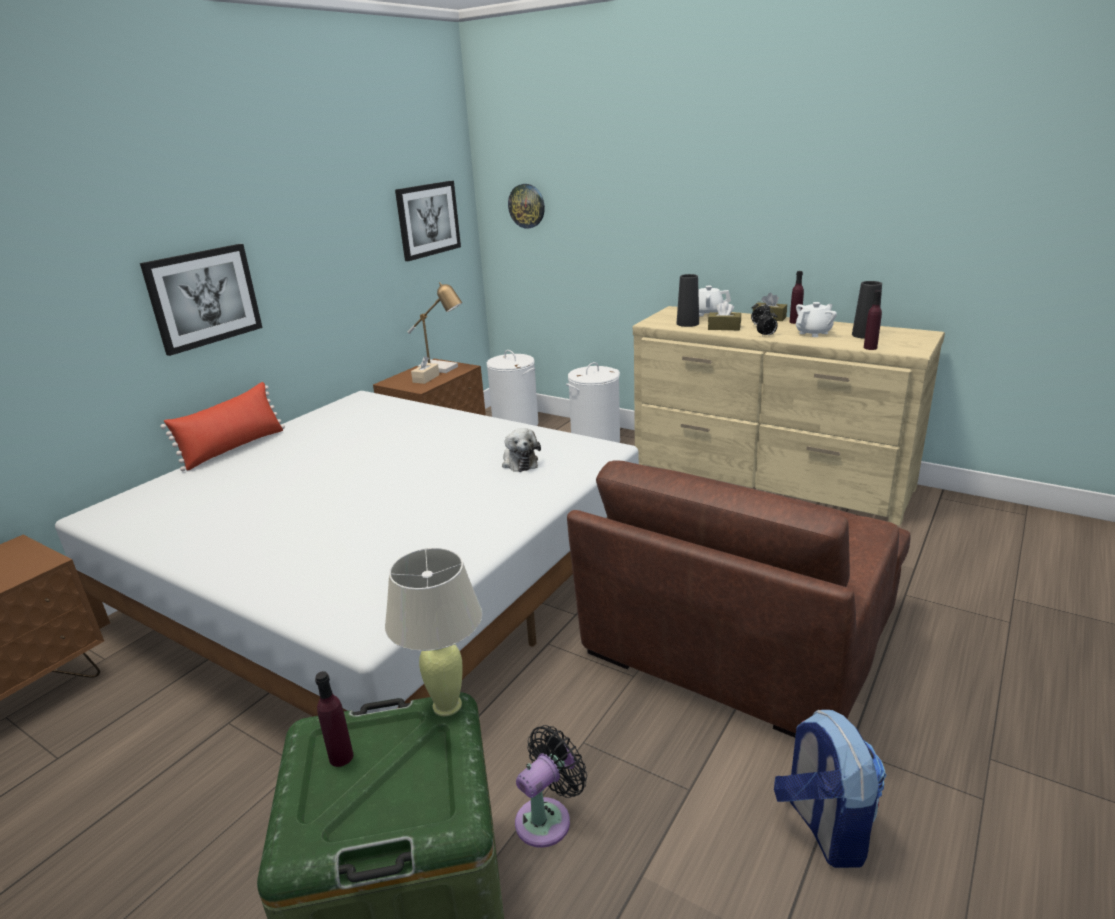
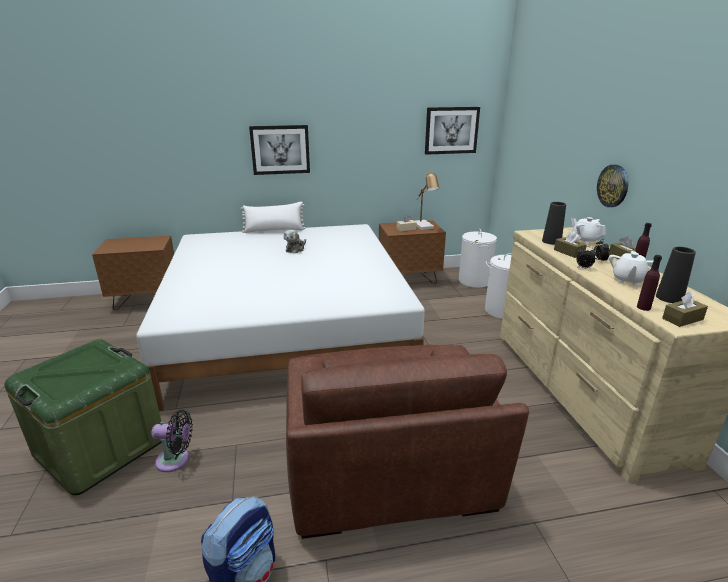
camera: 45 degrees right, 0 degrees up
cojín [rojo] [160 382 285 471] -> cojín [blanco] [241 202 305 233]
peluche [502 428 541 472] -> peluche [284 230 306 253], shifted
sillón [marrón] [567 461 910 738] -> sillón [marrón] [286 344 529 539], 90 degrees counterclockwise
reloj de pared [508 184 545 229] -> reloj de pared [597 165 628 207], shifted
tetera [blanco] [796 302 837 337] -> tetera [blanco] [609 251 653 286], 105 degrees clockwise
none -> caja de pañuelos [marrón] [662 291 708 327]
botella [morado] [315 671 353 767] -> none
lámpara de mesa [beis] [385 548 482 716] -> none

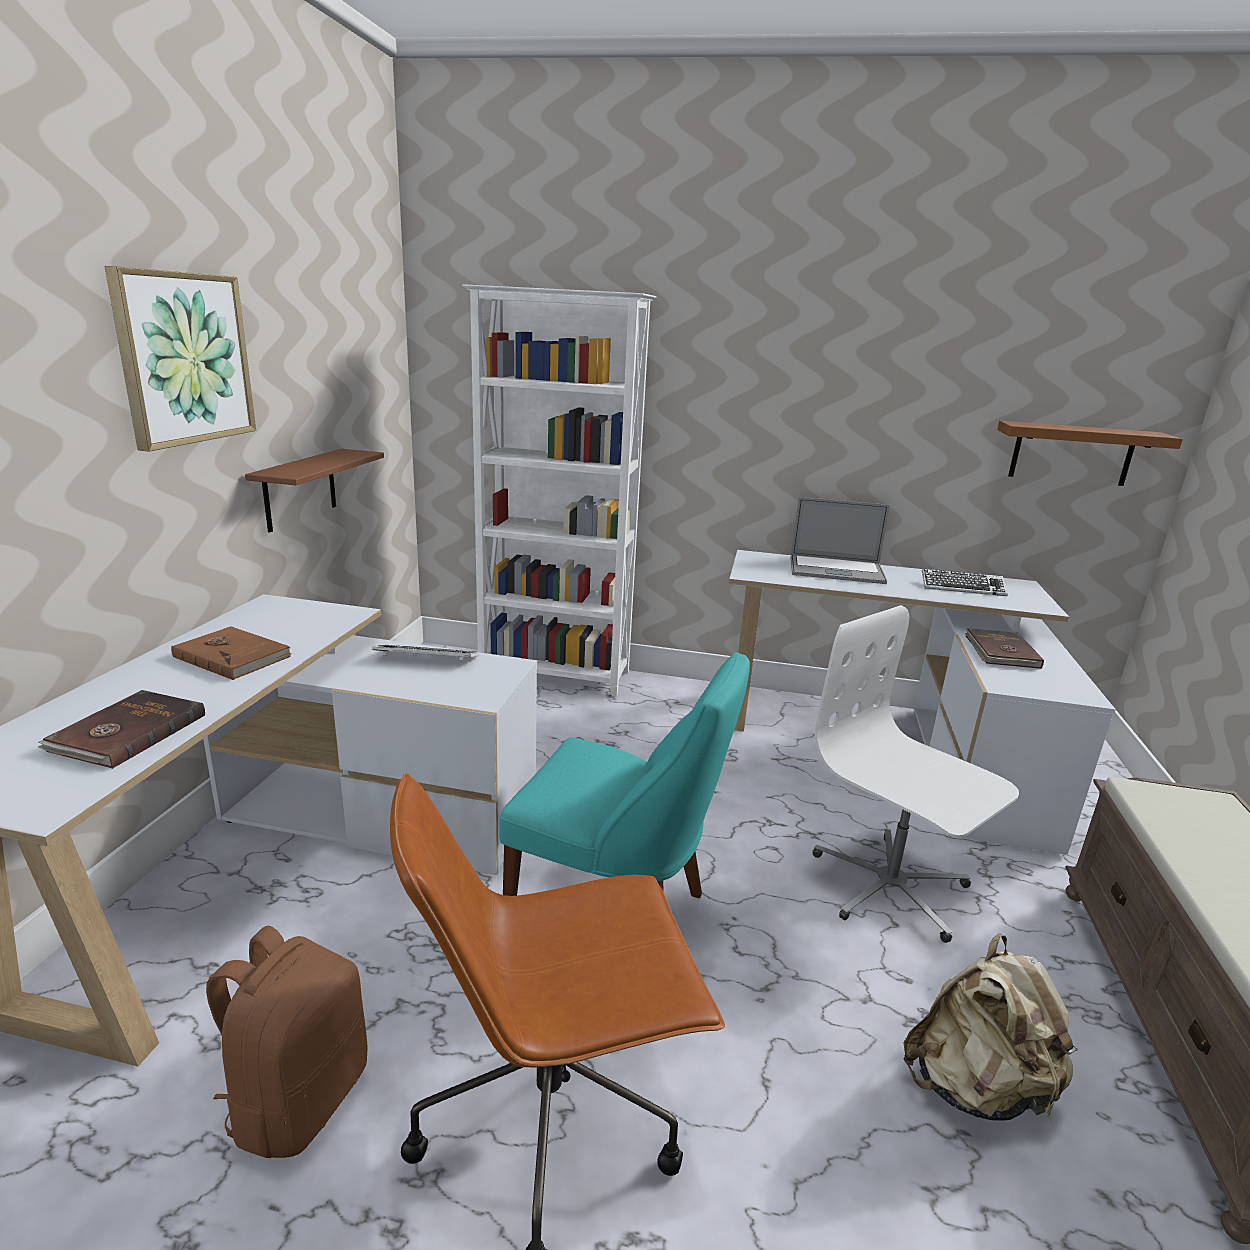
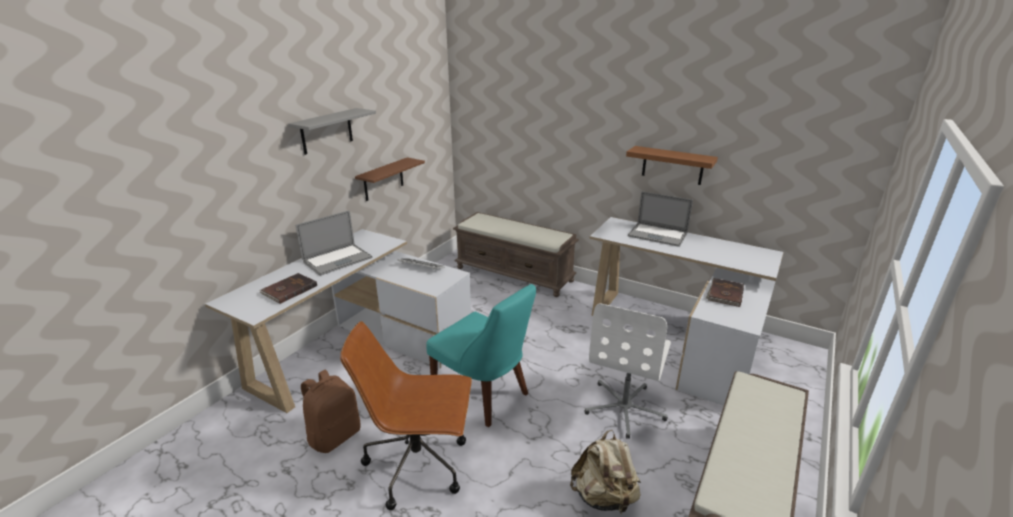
camera: 20 degrees right, 5 degrees up
cuadro [105 266 256 452] -> estante [gris] [288 108 376 155]
libro [marrón] [171 626 292 680] -> portátil [296 211 373 276]
estantería [blanco] [462 284 656 696] -> banco [marrón] [453 212 579 297]
silla de oficina [blanco] [813 605 1019 943] -> silla de oficina [blanco] [584 303 671 439], 135 degrees counterclockwise
estante [marrón] [997 421 1183 486] -> estante [marrón] [626 146 718 185], shifted
teclado [922 569 1008 596] -> none

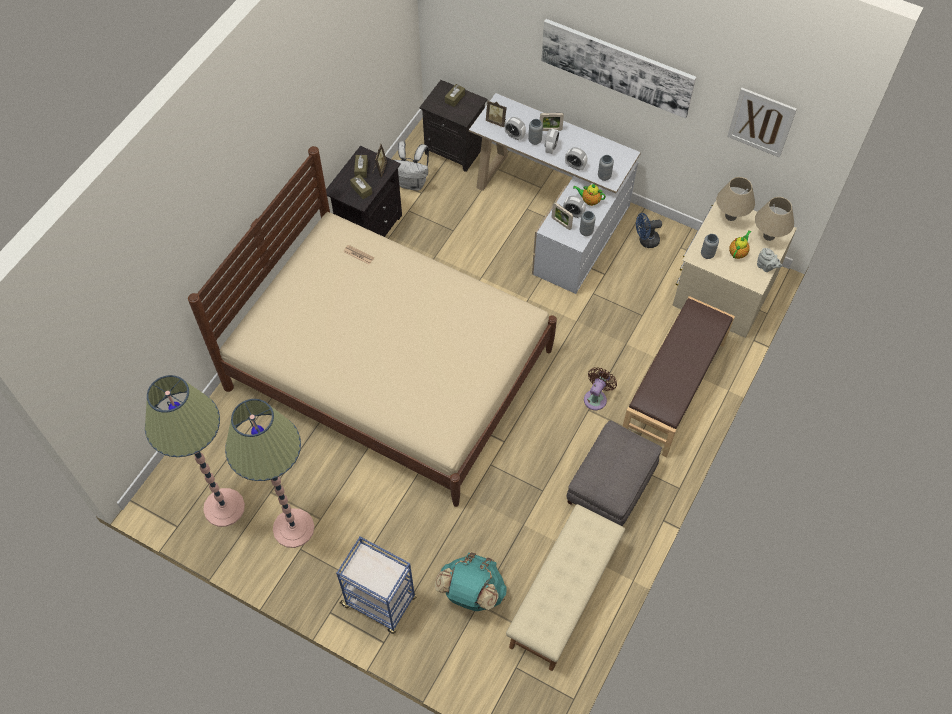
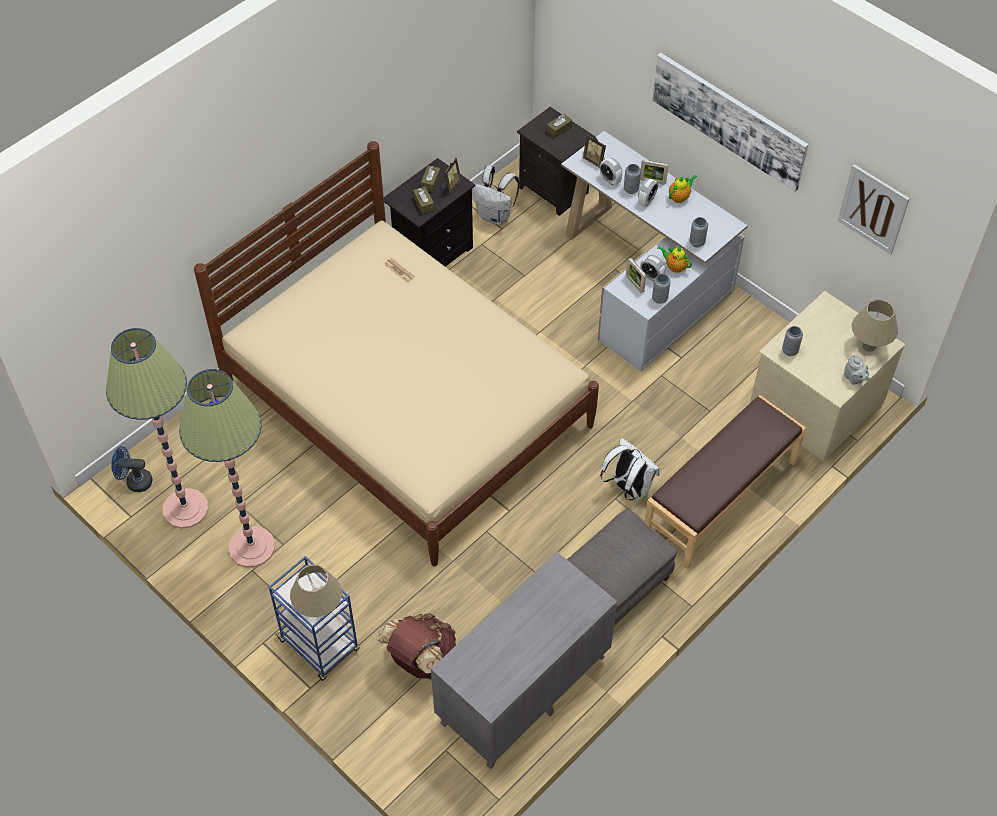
camera: 15 degrees right, 5 degrees down
ventilador [azul] [636 213 662 248] -> ventilador [azul] [111 446 153 492], shifted
lámpara de mesa [beis] [716 177 755 221] -> lámpara de mesa [beis] [290 565 342 617], shifted
mochila [turquesa] [435 553 506 611] -> mochila [marrón] [376 613 456 679]
banco [beis] [506 504 625 671] -> cómoda [gris] [431 552 617 770]
ventilador [marrón] [584 367 617 410] -> mochila [blanco] [600 438 659 500]
tetera [729 230 751 259] -> tetera [669 175 697 203], shifted
despertador [565 147 587 171] -> none

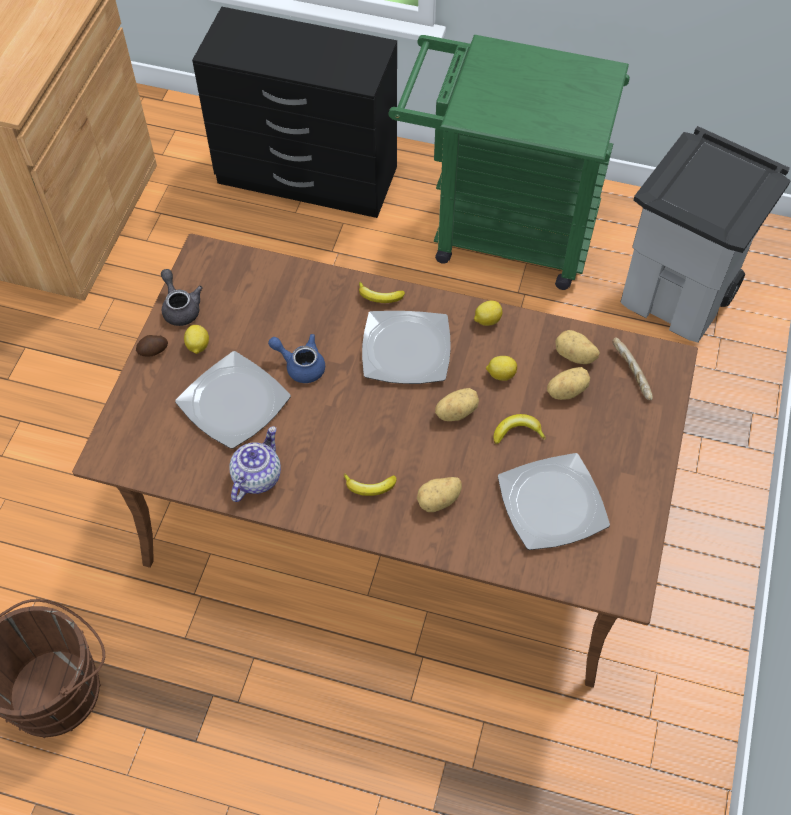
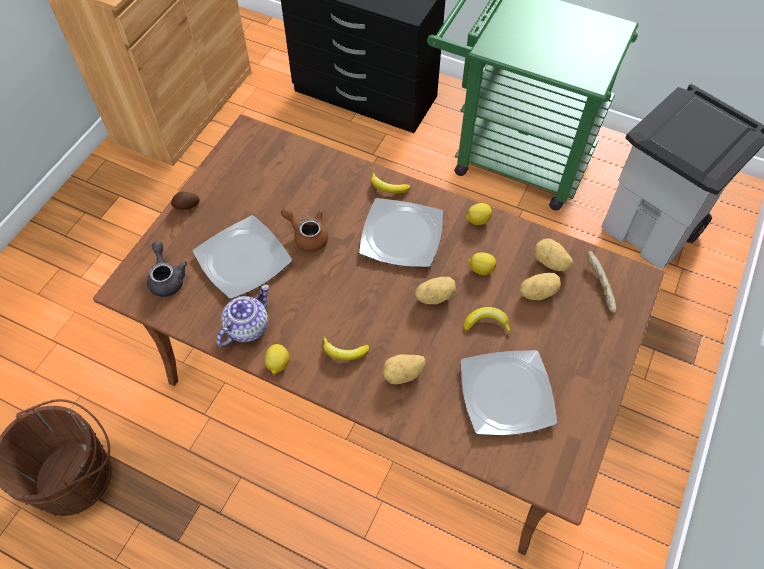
camera: 10 degrees right, 0 degrees up
tetera [gris] [161 269 202 326] -> tetera [gris] [147 241 187 297], shifted
limón [184 325 209 354] -> limón [264 344 289 374], shifted
tetera [azul] [268 334 325 383] -> tetera [marrón] [281 207 328 252]

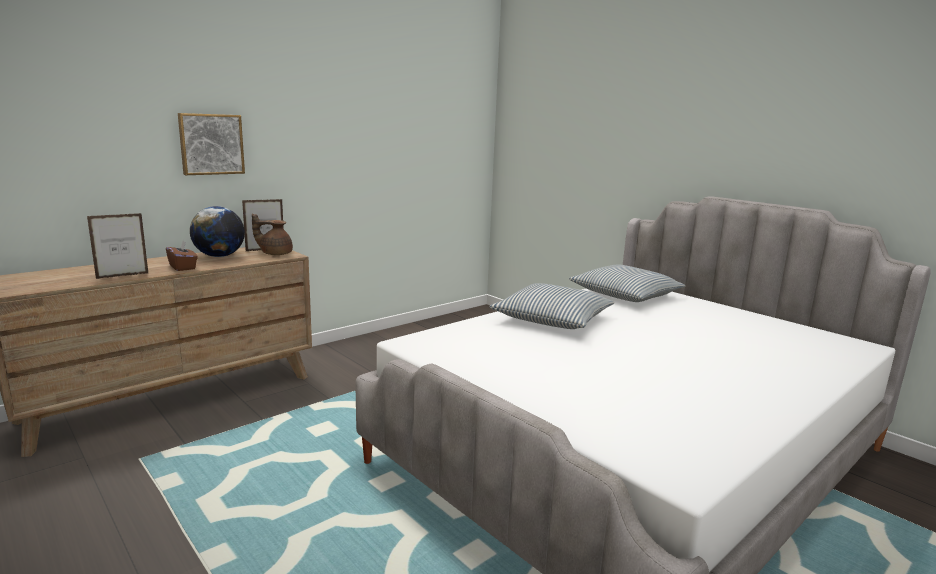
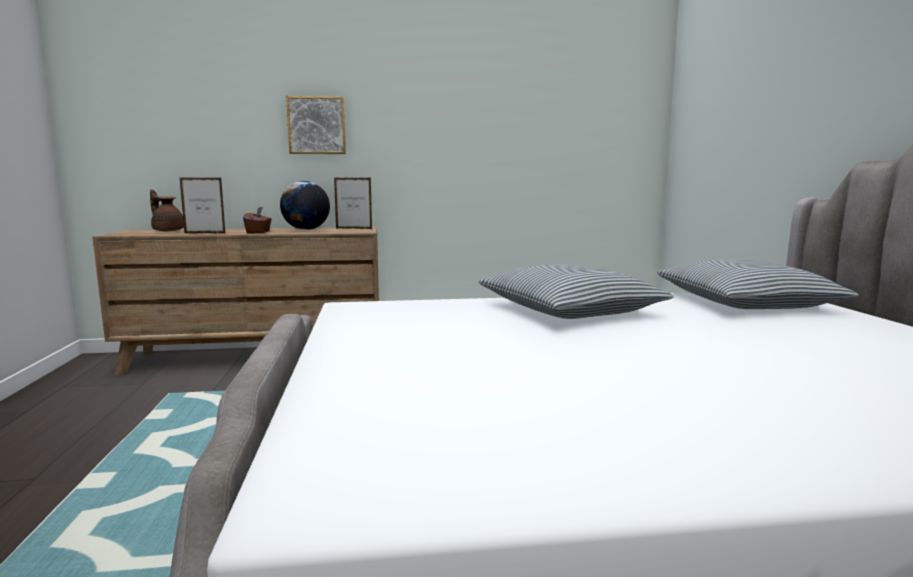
camera: 35 degrees right, 5 degrees down
tetera [marrón] [252 213 293 255] -> tetera [marrón] [150 189 184 231], shifted

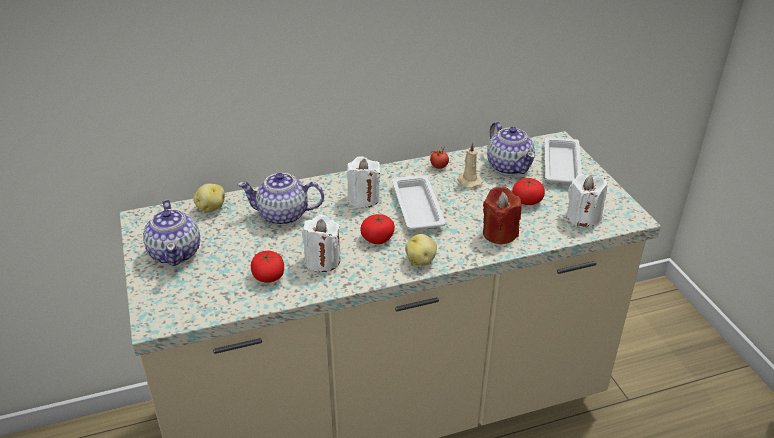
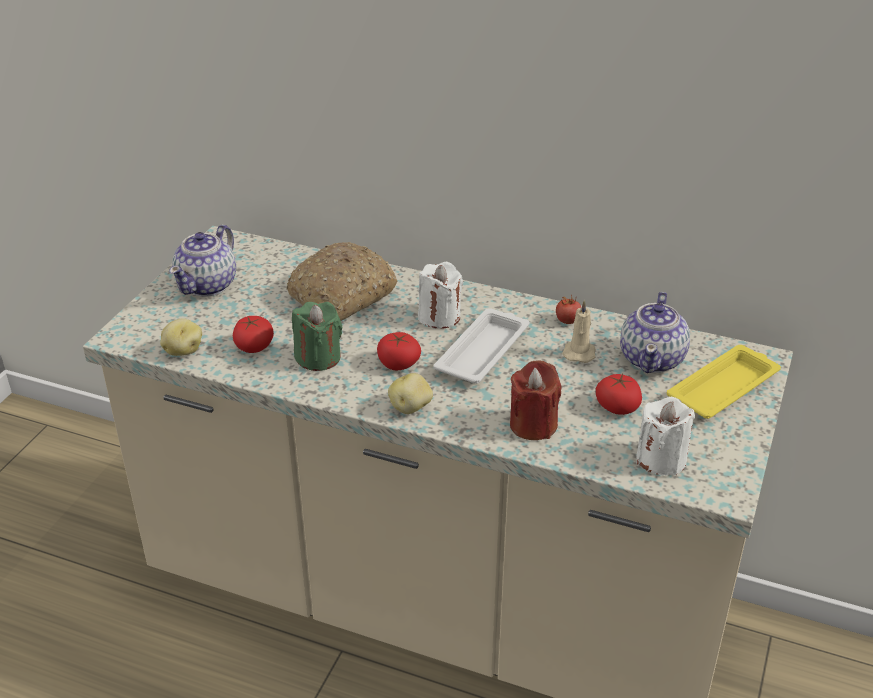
camera: 40 degrees right, 0 degrees up
patata [193 184 225 212] -> patata [160 318 202 356], shifted
tetera [237 173 324 225] -> pan [287 242 397 321]
vela [blanco] [302 215 340 272] -> vela [verde] [292 302 342 371]
bandeja [blanco] [545 137 582 184] -> bandeja [amarillo] [667 345 781 419]

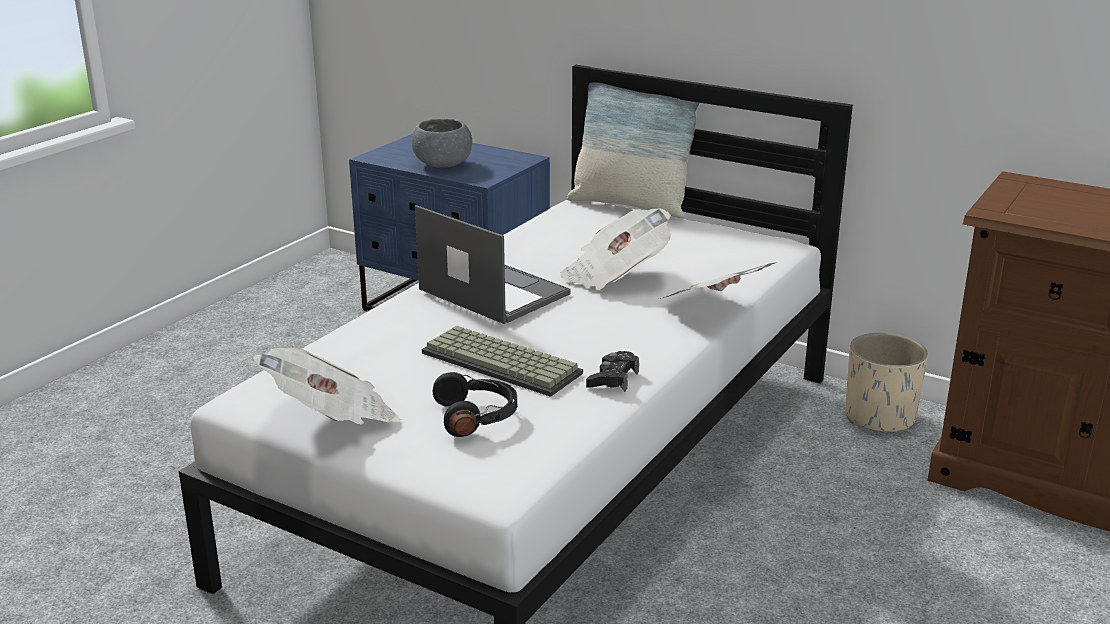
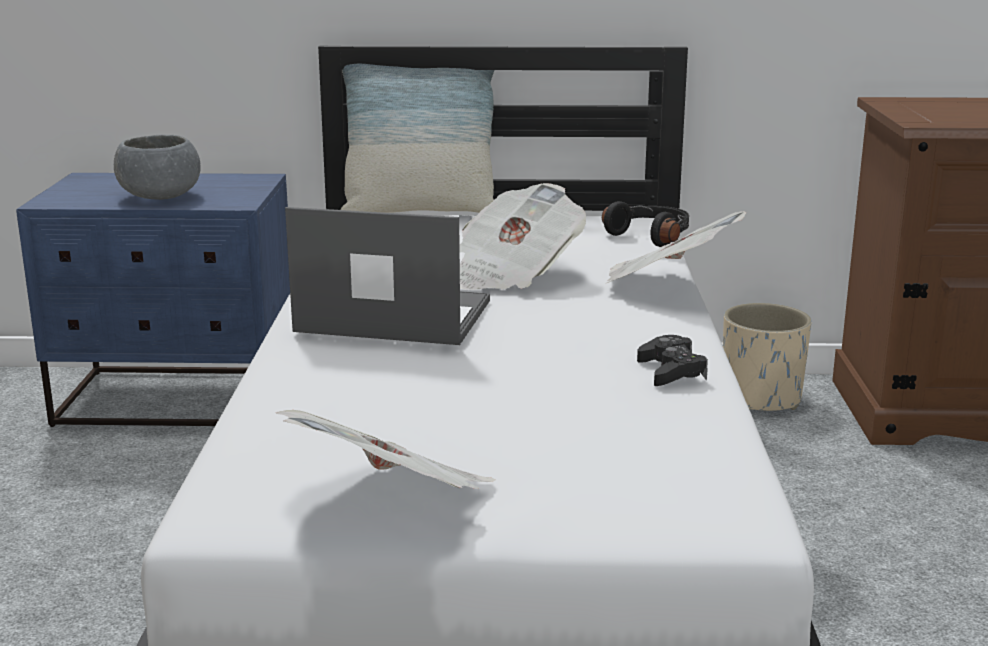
camera: 30 degrees left, 5 degrees down
auriculares [negro] [433 372 517 437] -> auriculares [negro] [602 201 689 247], shifted
teclado [422 326 583 397] -> none

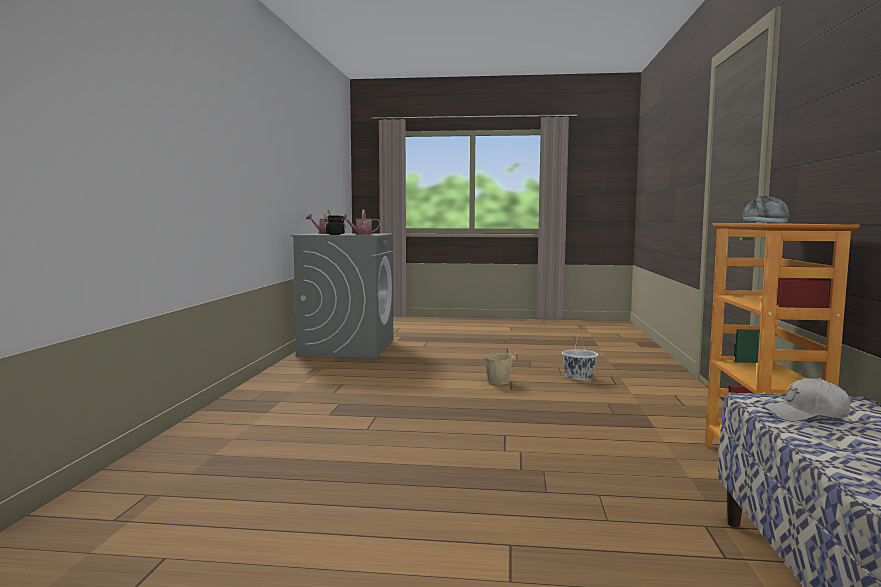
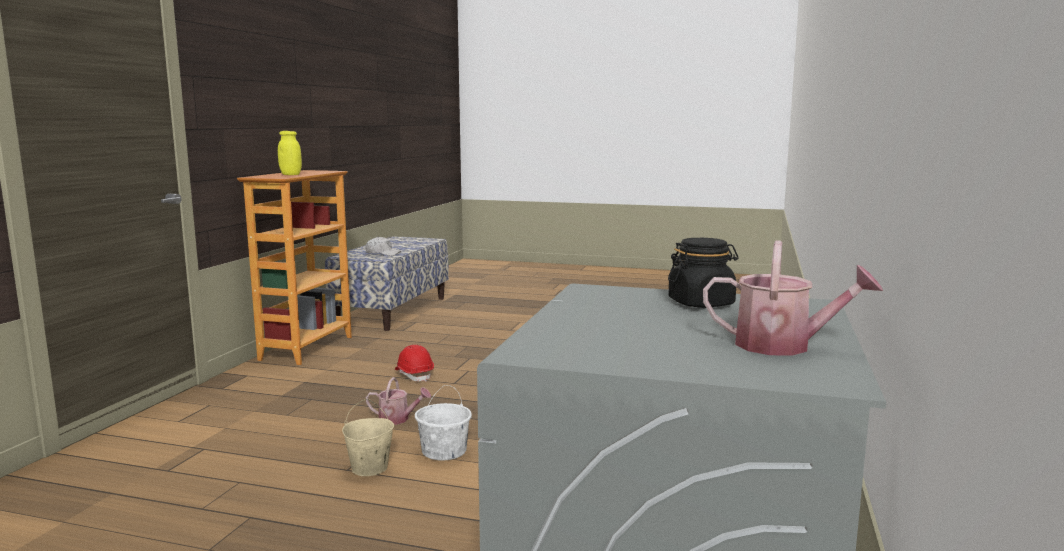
camera: 170 degrees left, 5 degrees up
gorra [gris] [741 195 791 224] -> tarro [amarillo] [278 131 302 175]
regadera [343 210 380 235] -> regadera [366 377 431 425], shifted
none -> casco [rojo] [395 345 434 382]
cubo [blanco] [562 334 598 380] -> cubo [blanco] [415 385 472 461], shifted

